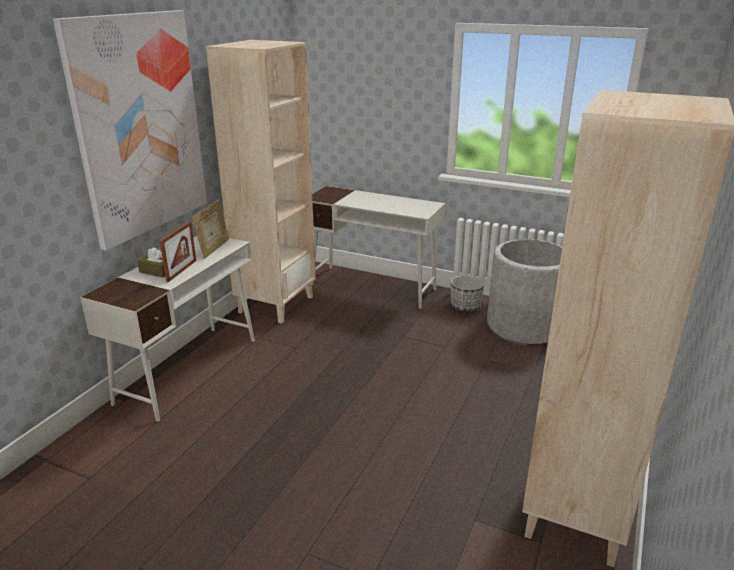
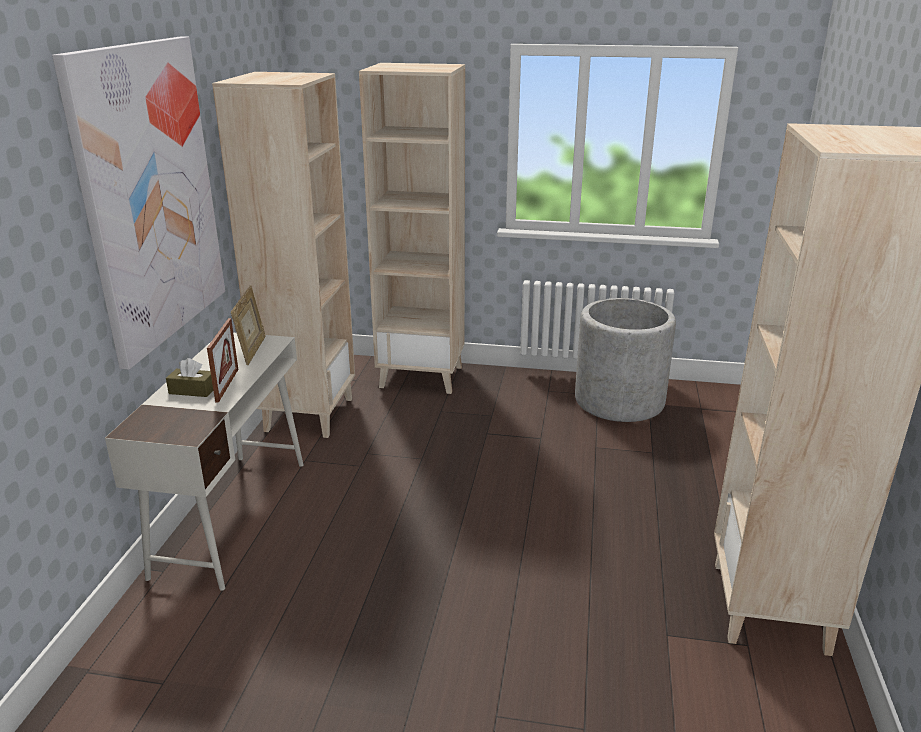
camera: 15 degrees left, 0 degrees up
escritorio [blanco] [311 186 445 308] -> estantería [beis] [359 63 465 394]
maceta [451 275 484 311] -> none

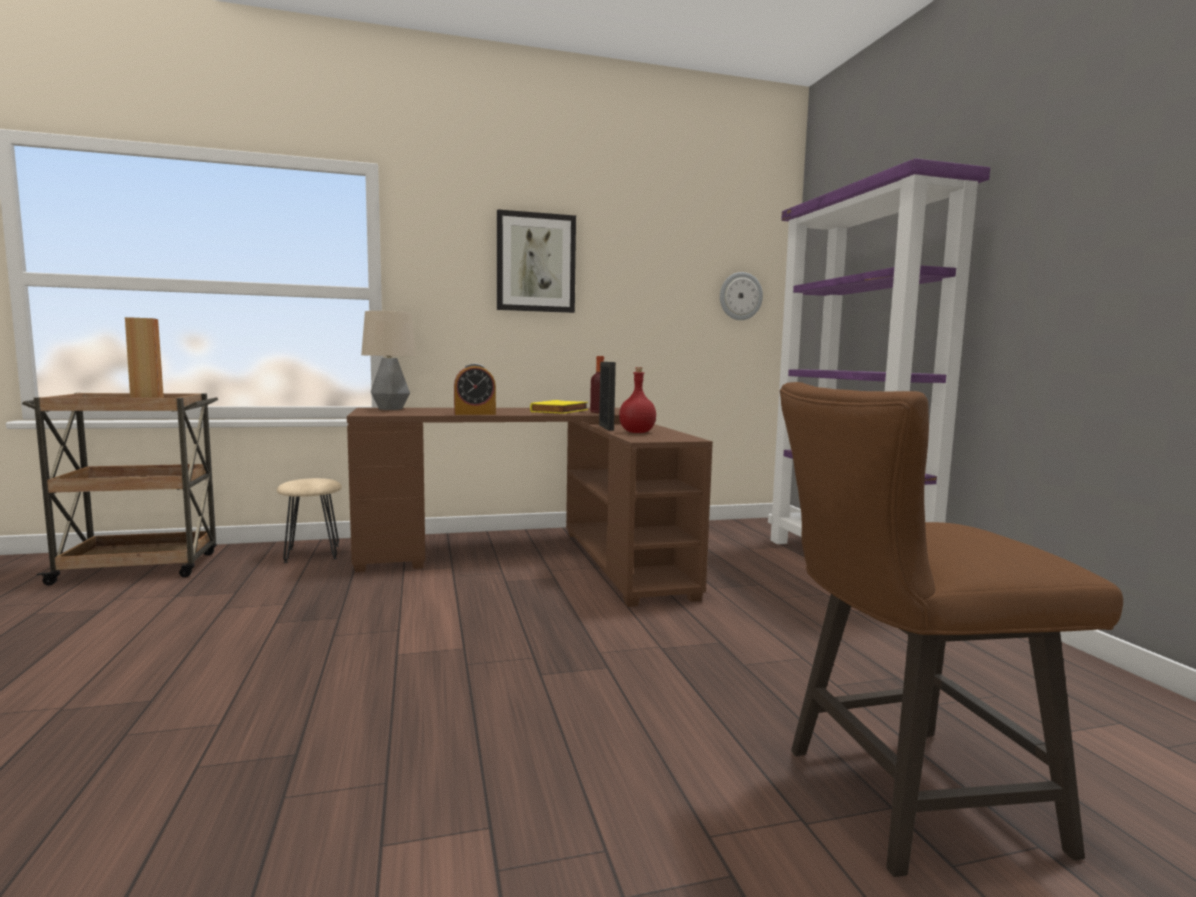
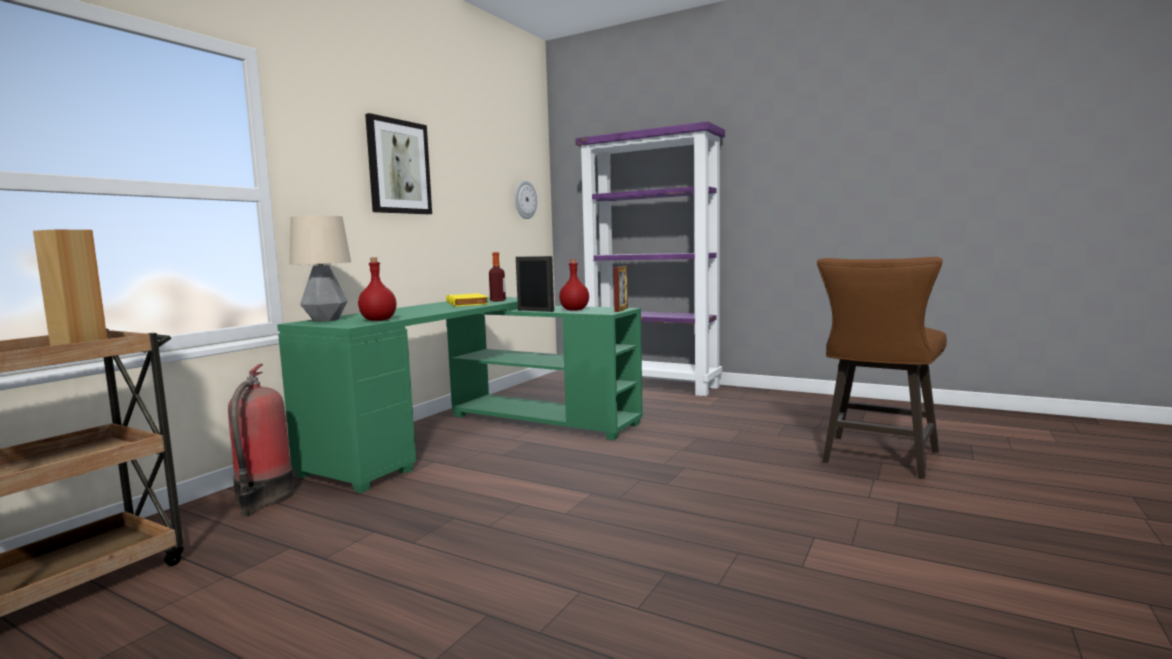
camera: 45 degrees left, 0 degrees up
taburete [beis] [277 478 342 563] -> extintor [228 364 295 517]
escritorio [marrón] [347 408 713 607] -> escritorio [verde] [277 297 643 493]
none -> botella [rojo] [358 257 396 321]
none -> portarretratos [614 266 628 312]
despertador [454 363 496 415] -> none

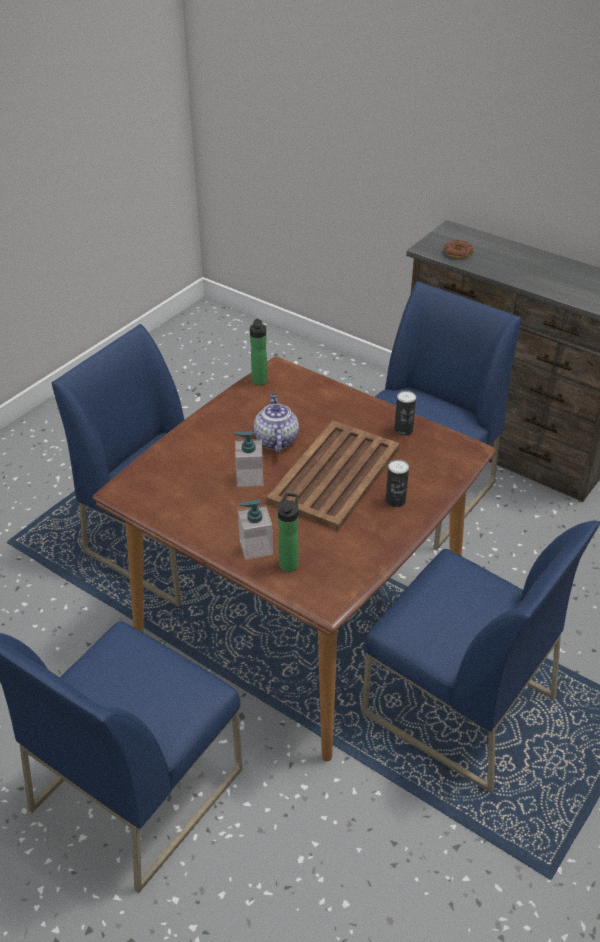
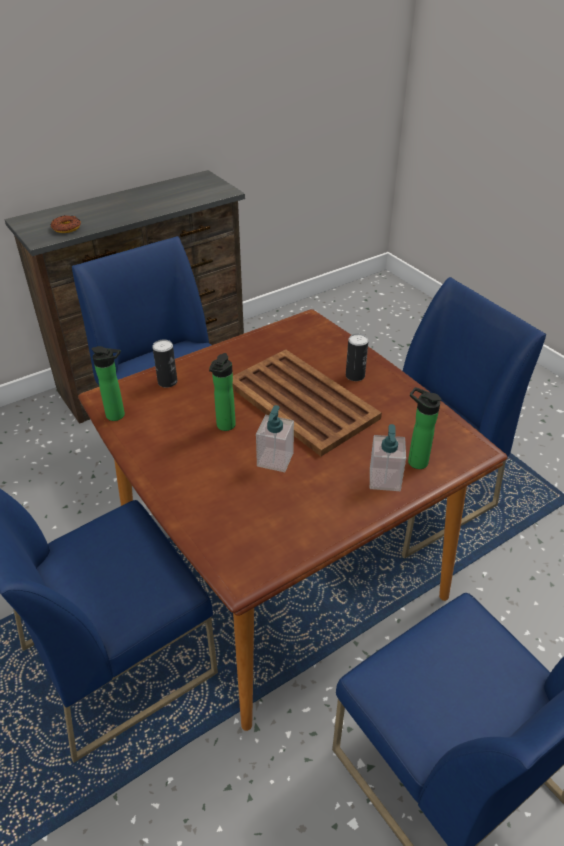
camera: 70 degrees left, 0 degrees up
lata [394 390 416 436] -> lata [152 339 177 388], shifted
tetera [254 393 299 452] -> botella [209 353 236 431]

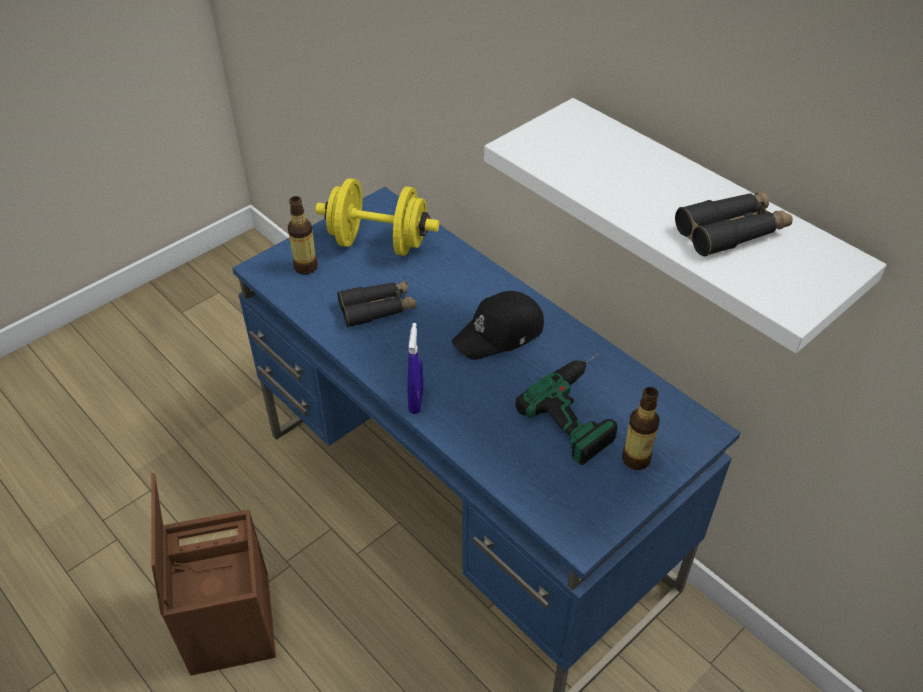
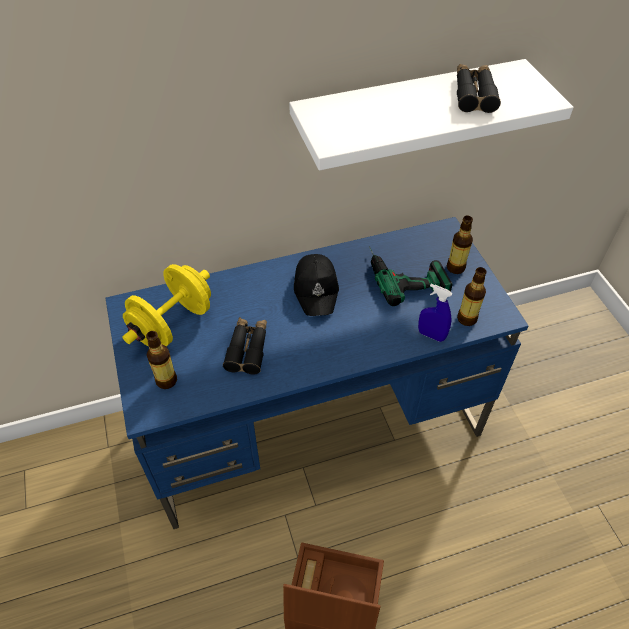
camera: 65 degrees left, 5 degrees up
pulverizador [azul] [407 323 423 414] -> pulverizador [azul] [418 284 453 342], shifted
none -> botella [457 267 486 326]

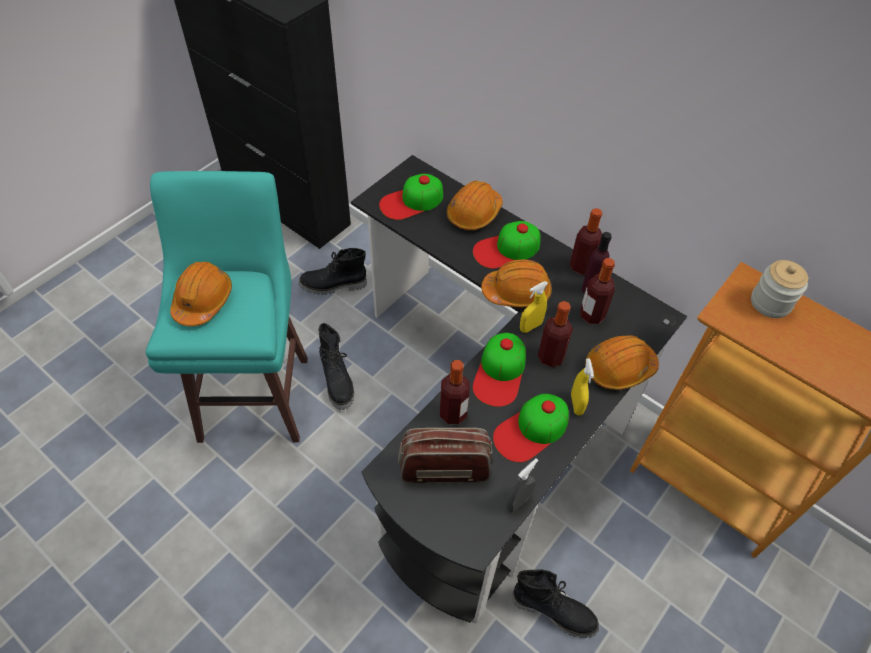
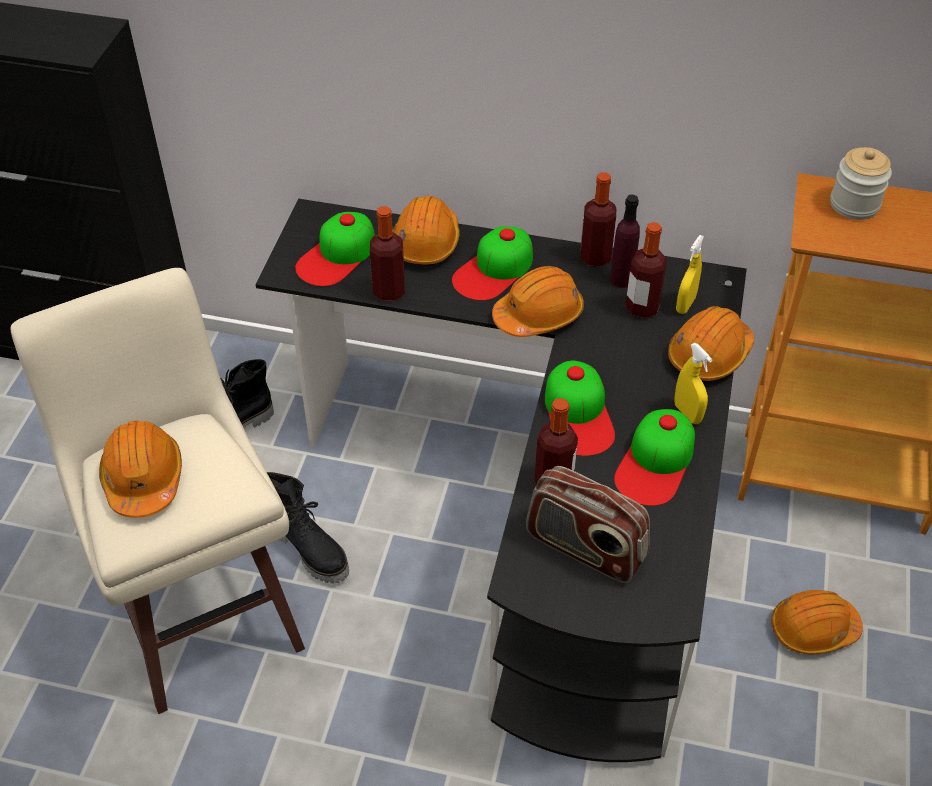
camera: 25 degrees left, 5 degrees down
taburete [turquesa] [146 171 308 443] -> taburete [beis] [10 268 305 714]
botella [538 301 573 367] -> botella [370 206 405 301], shifted
radio [398 428 493 483] -> radio [526 466 650 583], 120 degrees counterclockwise
pulverizador [amarillo] [520 281 548 333] -> pulverizador [amarillo] [676 235 704 314], shifted
none -> casco [naranja] [771 590 863 654]
pulverizador [gris] [506 458 538 512] -> none
bota [negro] [512 569 599 638] -> none

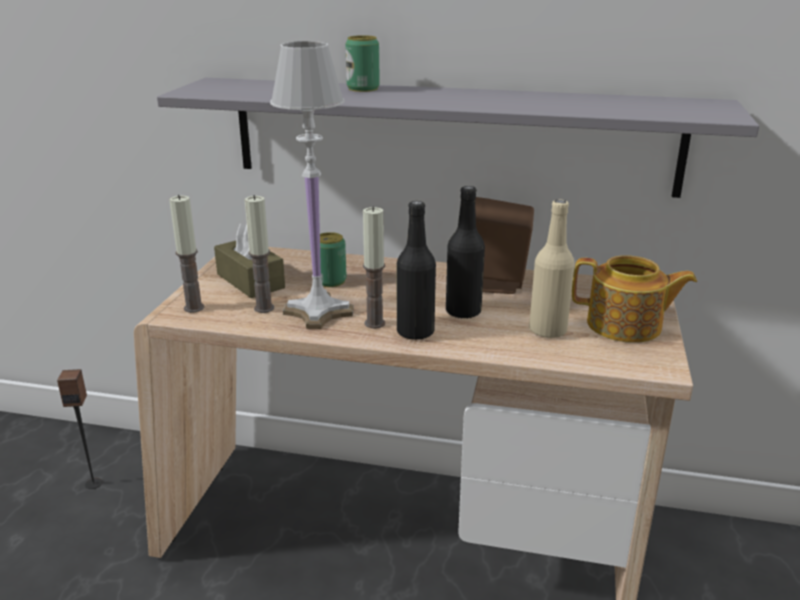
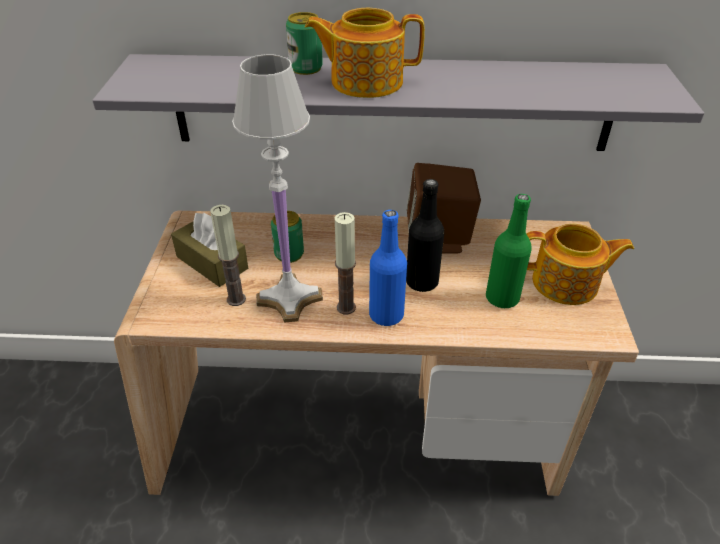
camera: 10 degrees left, 15 degrees up
none -> tetera [305 8 425 98]
botella [negro] [397 201 436 340] -> botella [azul] [369 210 407 326]
botella [beis] [529 200 575 338] -> botella [verde] [486 194 532 308]
altavoz [57 369 103 489] -> none
vela [169 195 204 313] -> none

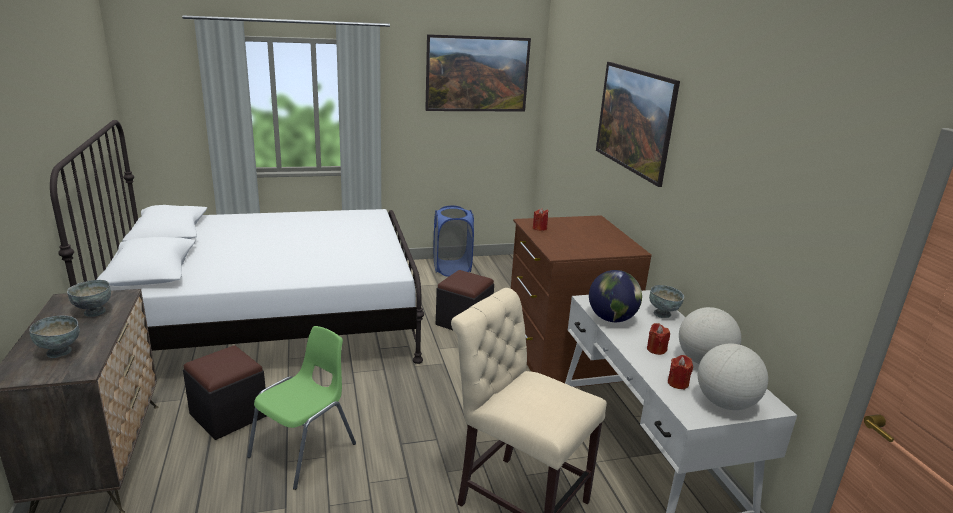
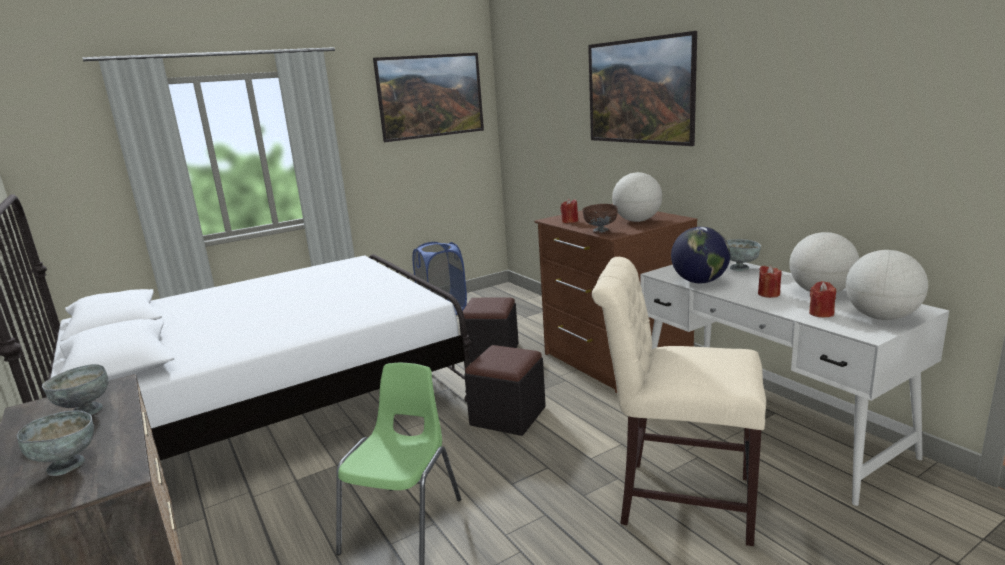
camera: 15 degrees left, 5 degrees down
puf [negro] [183 345 266 440] -> puf [negro] [464 345 546 436], shifted
none -> cuenco [marrón] [582 204 618 234]
none -> globo terráqueo [612 172 662 222]

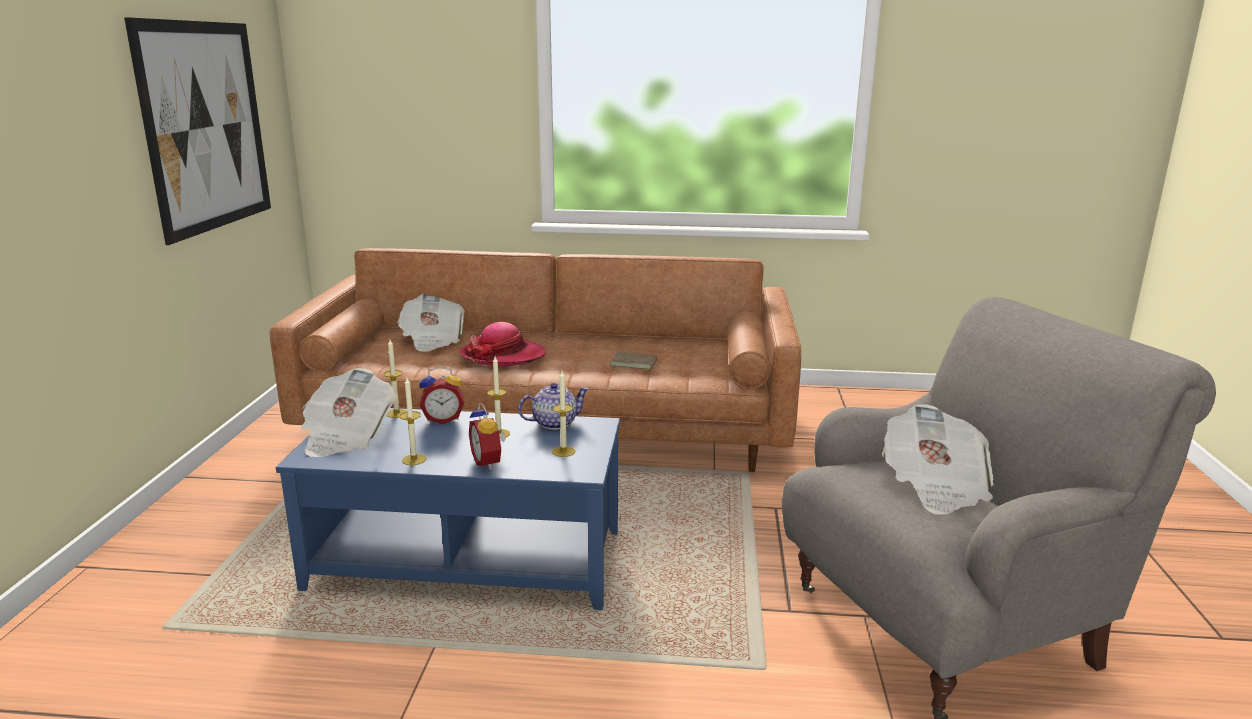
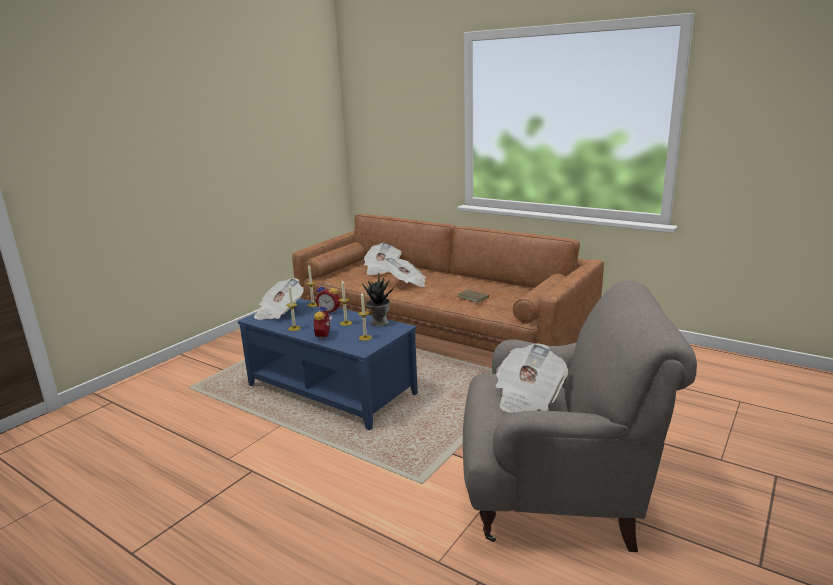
camera: 30 degrees right, 0 degrees up
tetera [518 383 589 430] -> planta en maceta [362 273 396 326]
sombrero [460 322 546 366] -> periódico [385 257 426 287]
cuadro [124 17 271 245] -> none

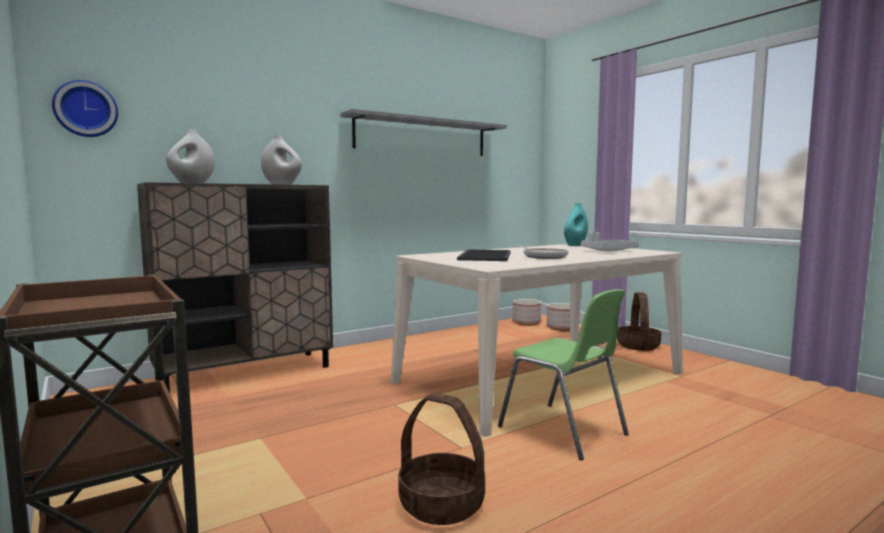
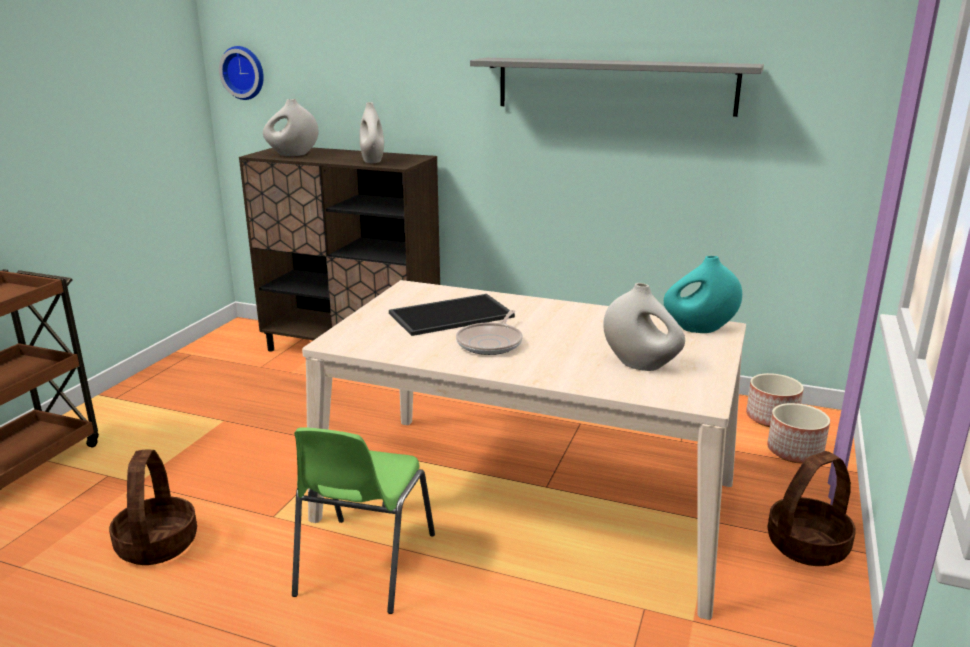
camera: 55 degrees right, 15 degrees up
bandeja [gris] [581 232 639 252] -> florero [blanco] [603 283 685 371]

